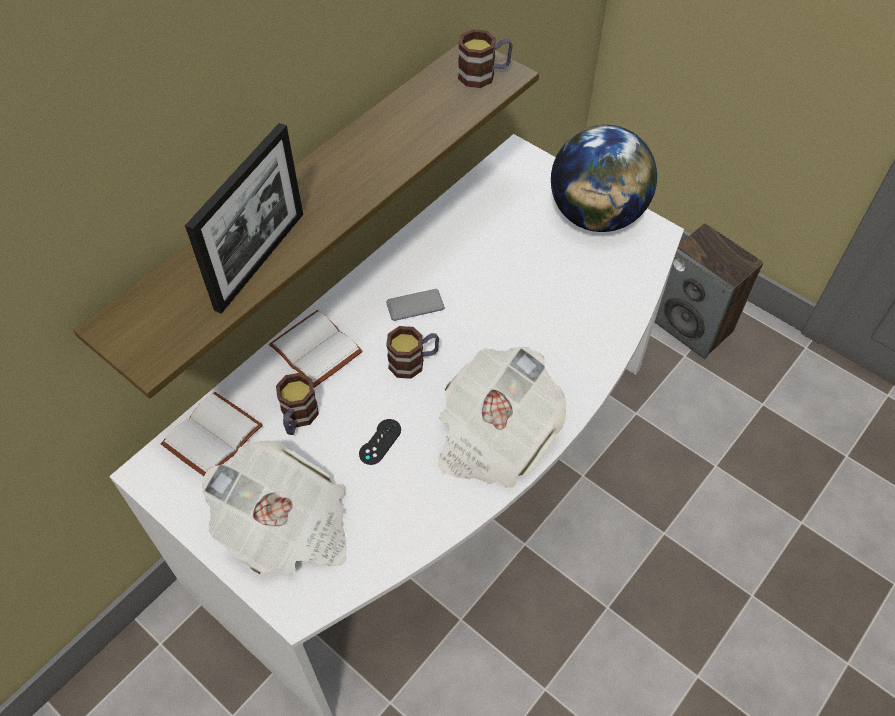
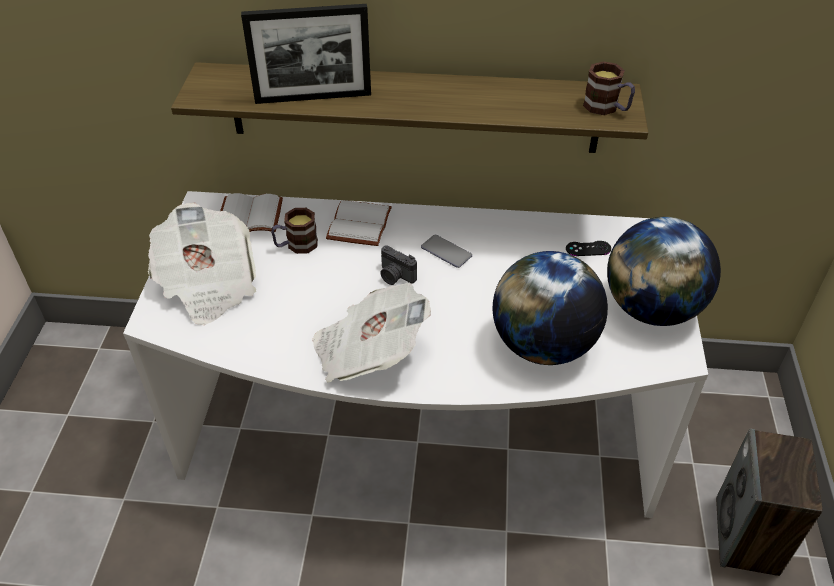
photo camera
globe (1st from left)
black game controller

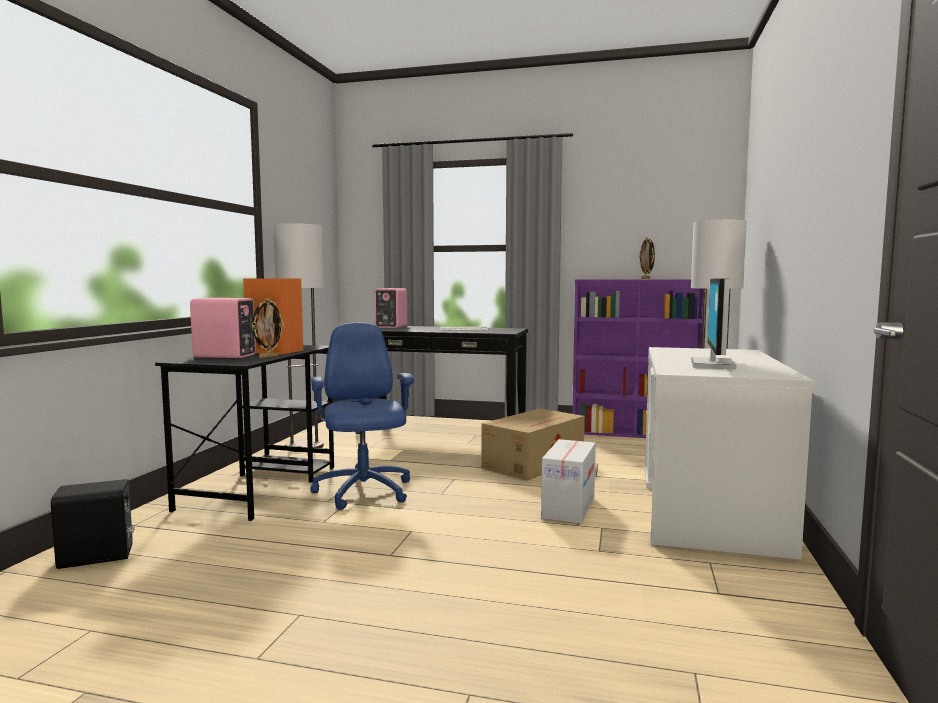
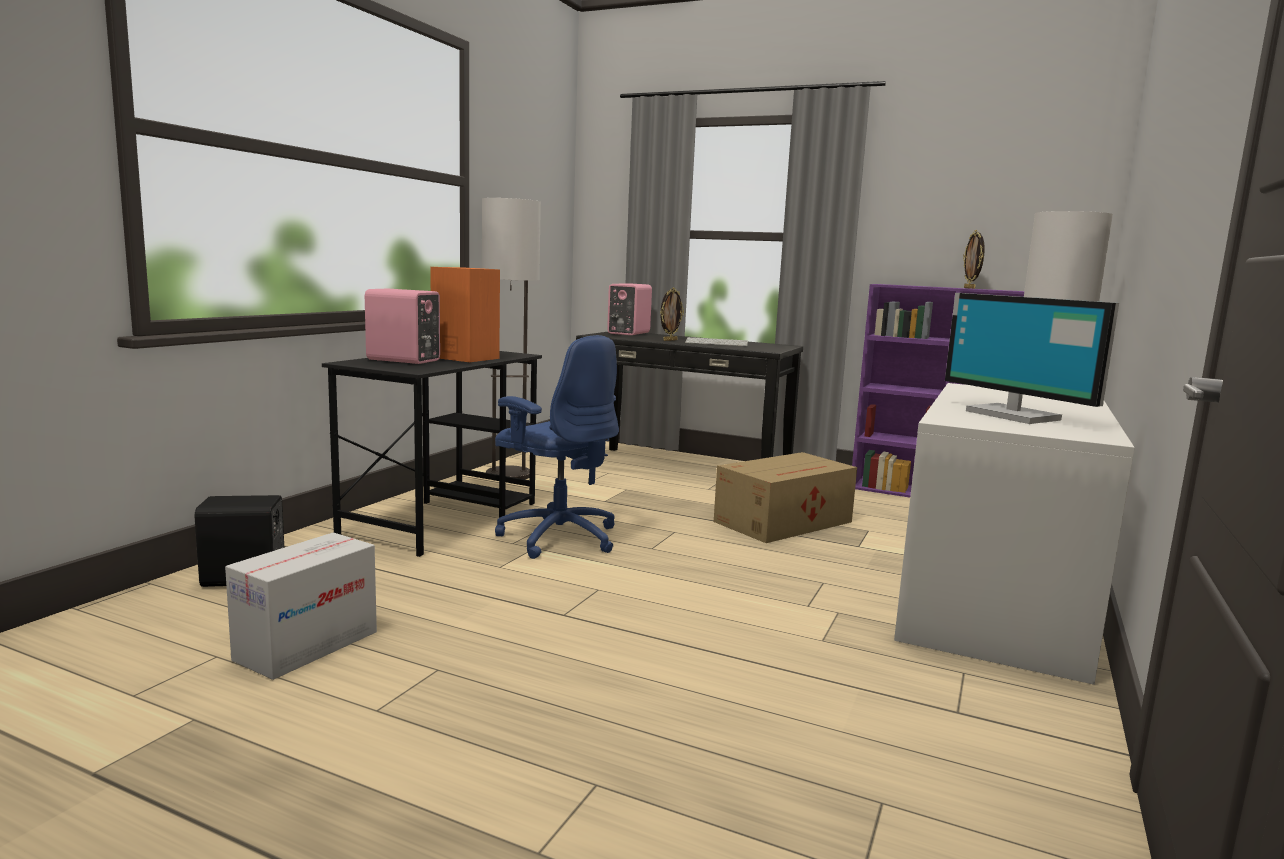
cardboard box (1st from left)
blue office chair
picture frame (1st from left)
monitor

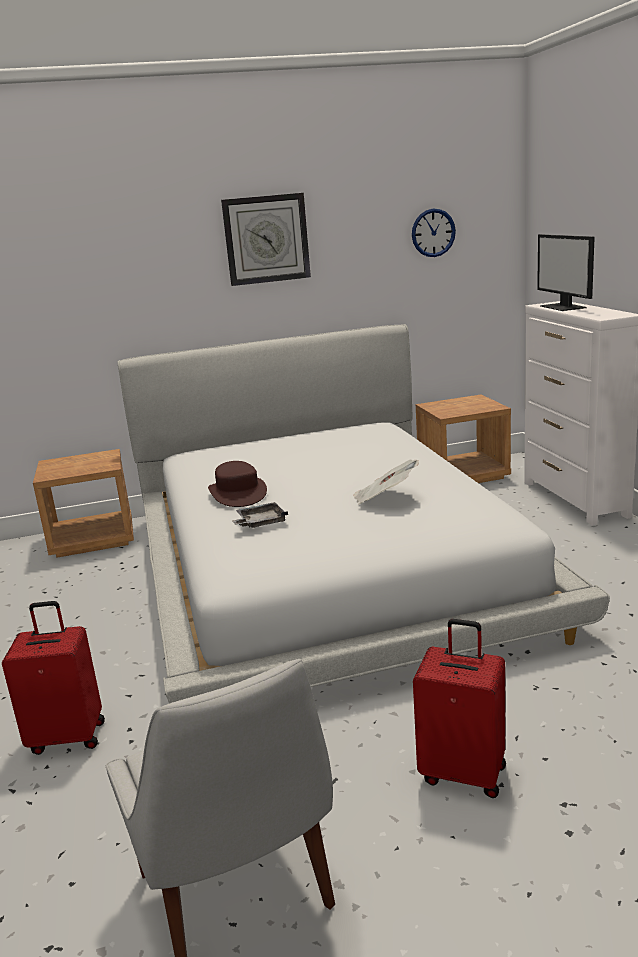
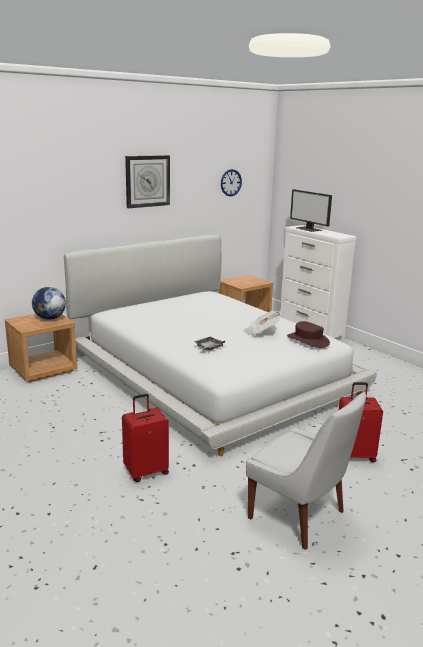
globe
brown hat

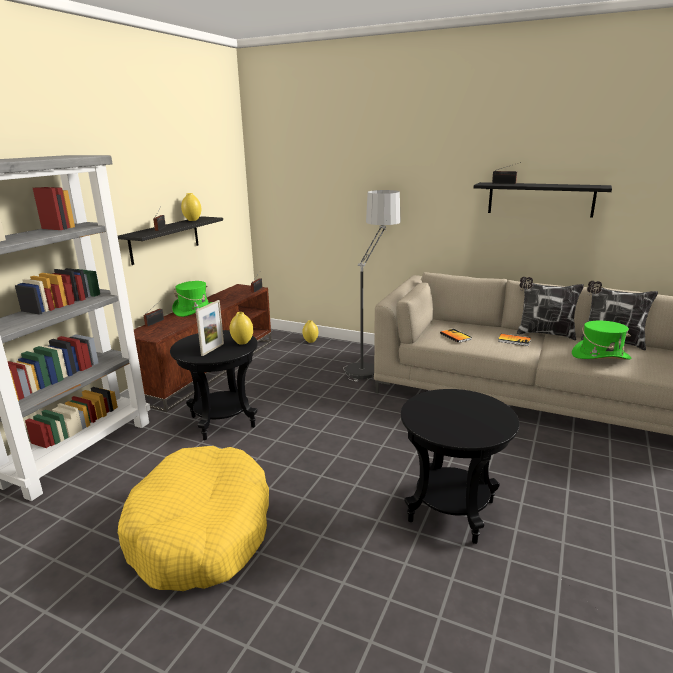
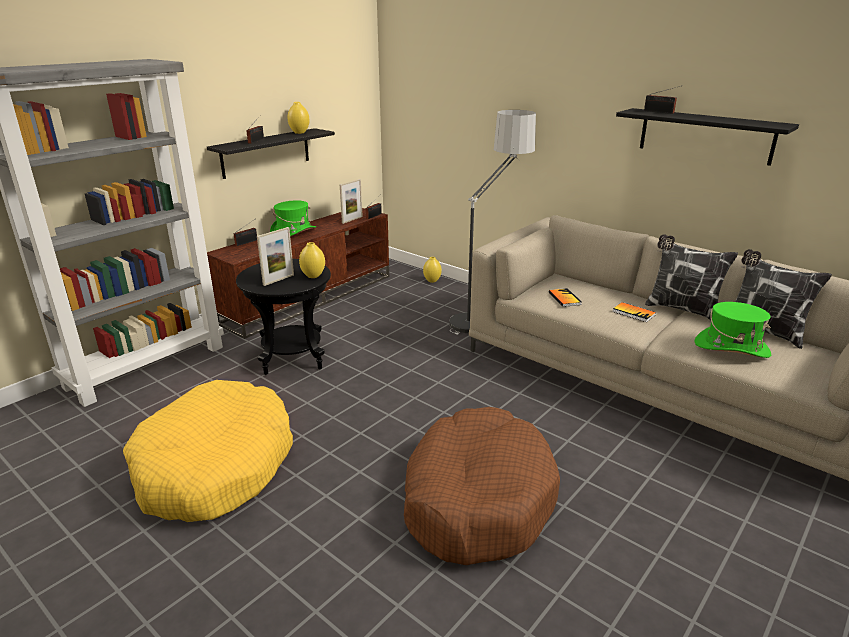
picture frame (2nd from left)
brown dog bed

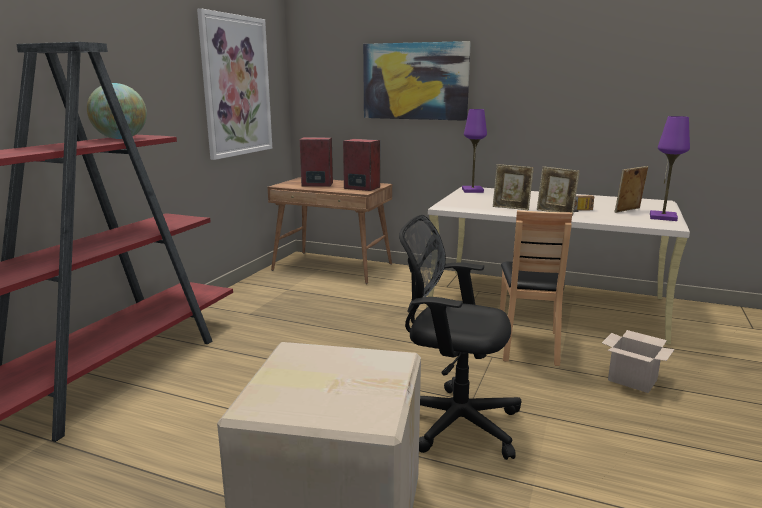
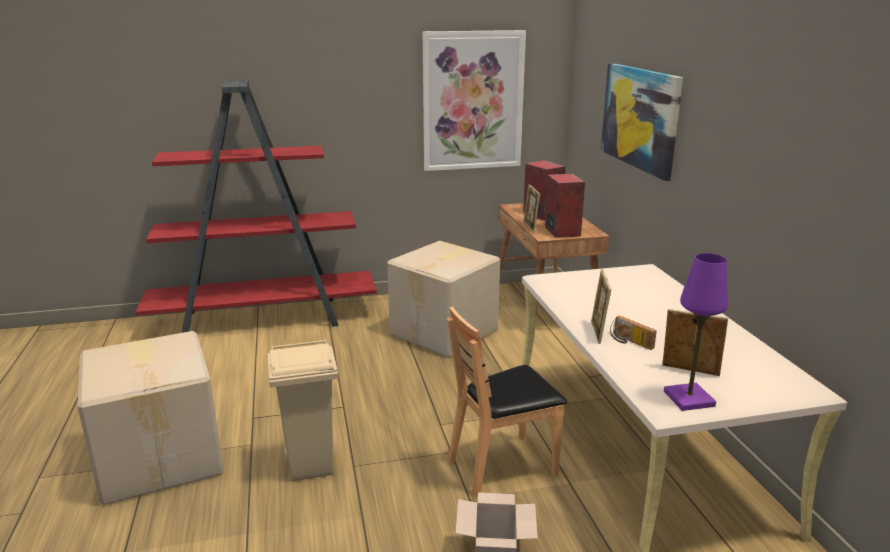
beige trash can
cardboard box (2nd from left)
picture frame (1st from left)
globe
purple table lamp (1st from left in the first image)

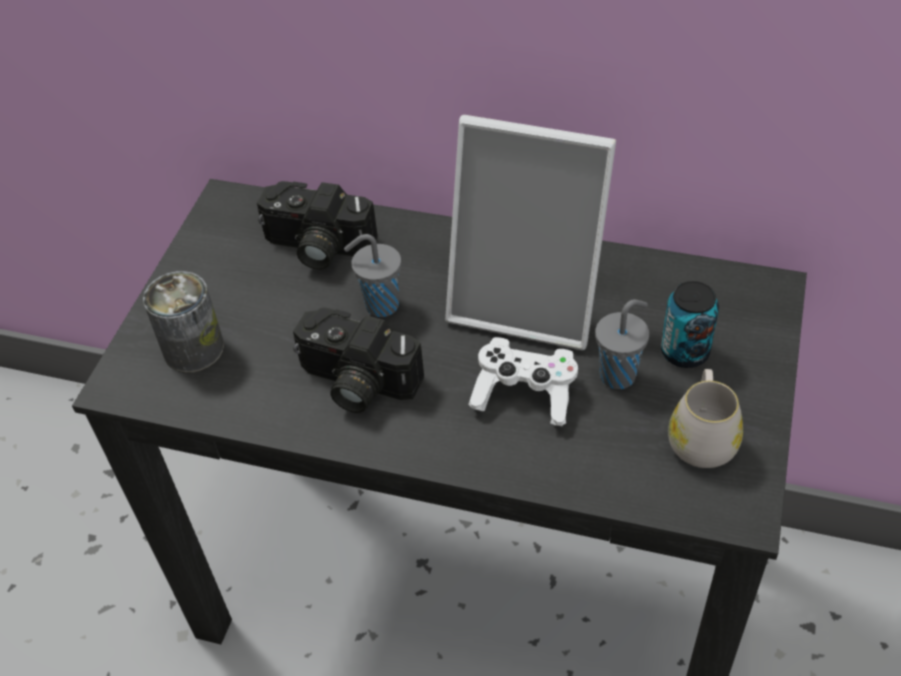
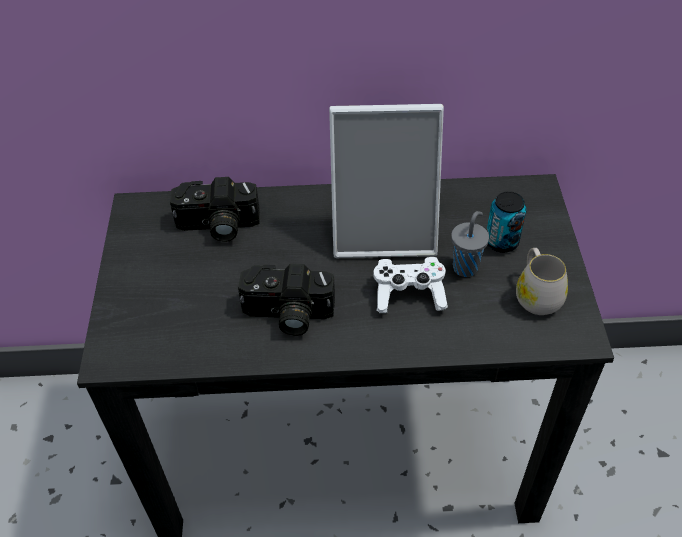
can (1st from left in the first image)
grey cup (1st from left in the first image)

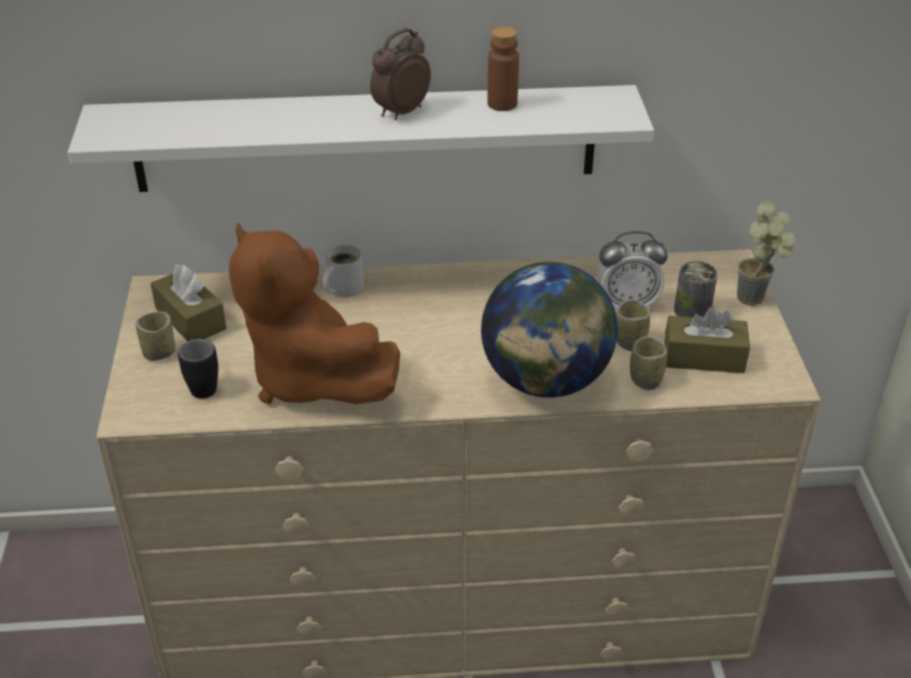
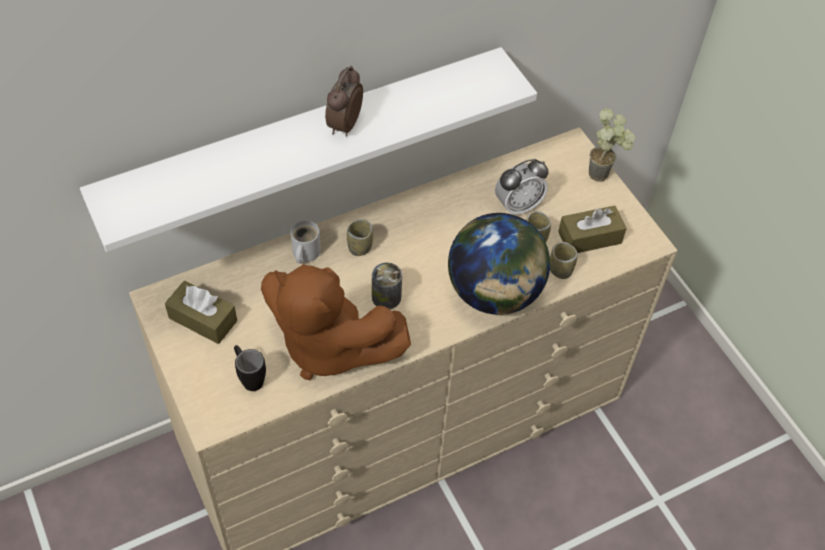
cup (1st from left)
can
brown bottle

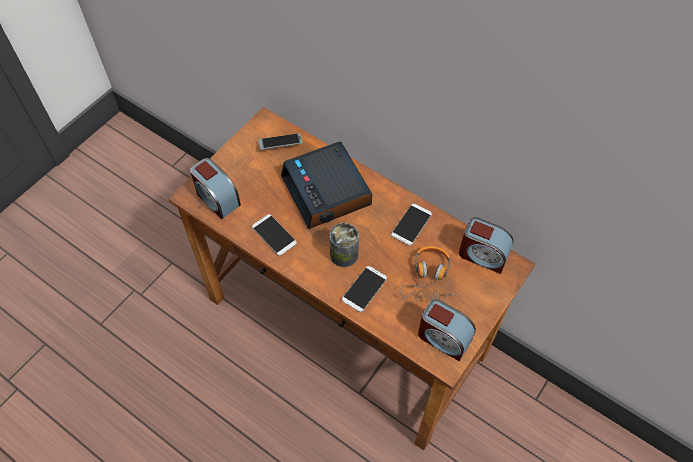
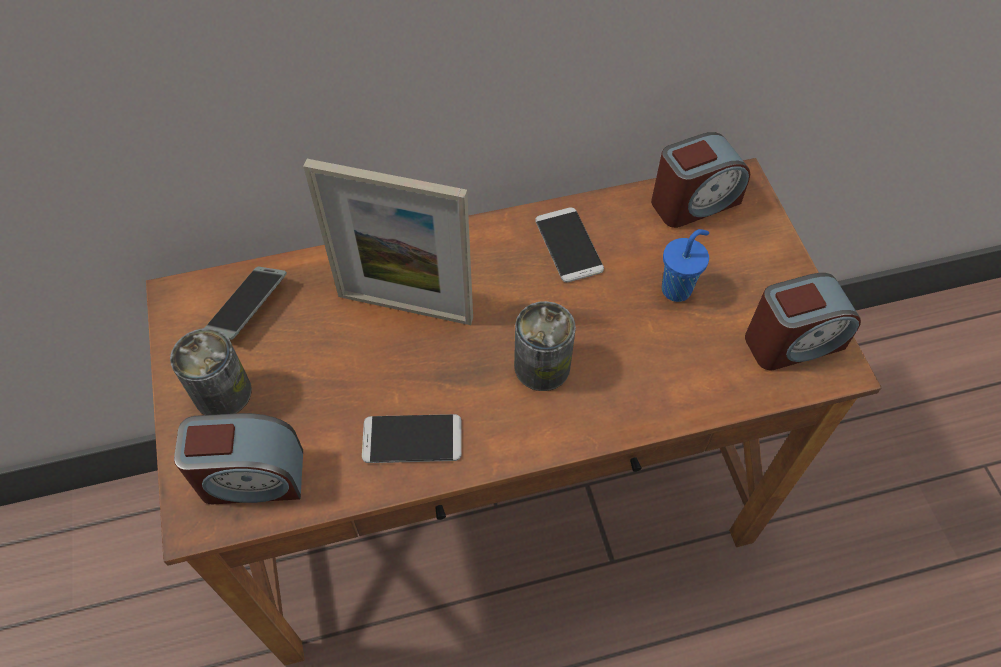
can (1st from left)
picture frame
blue cup
phone (3rd from left in the first image)

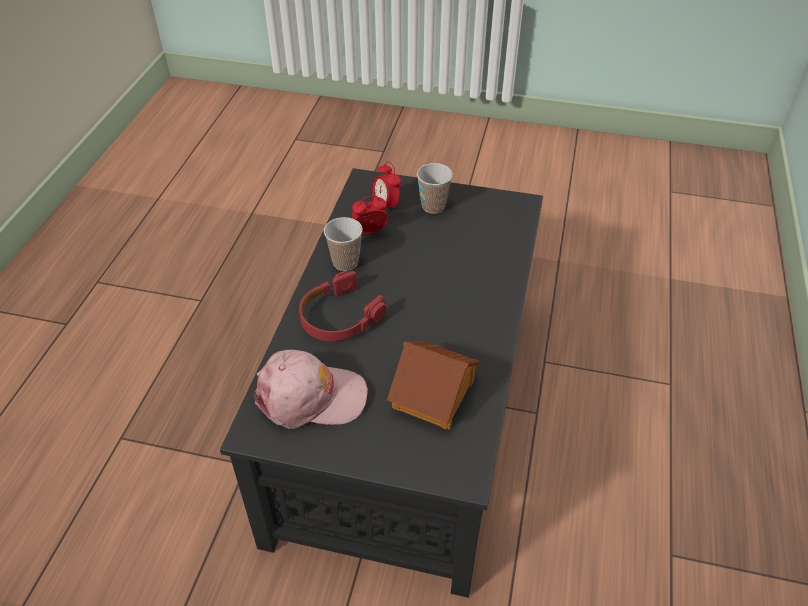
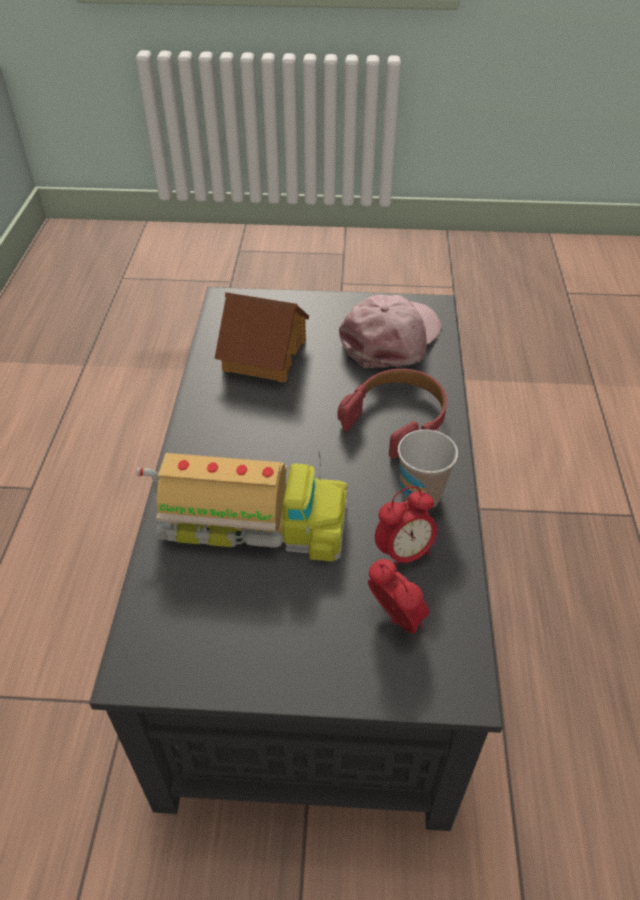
toy truck
pink cap
cup (2nd from left in the first image)

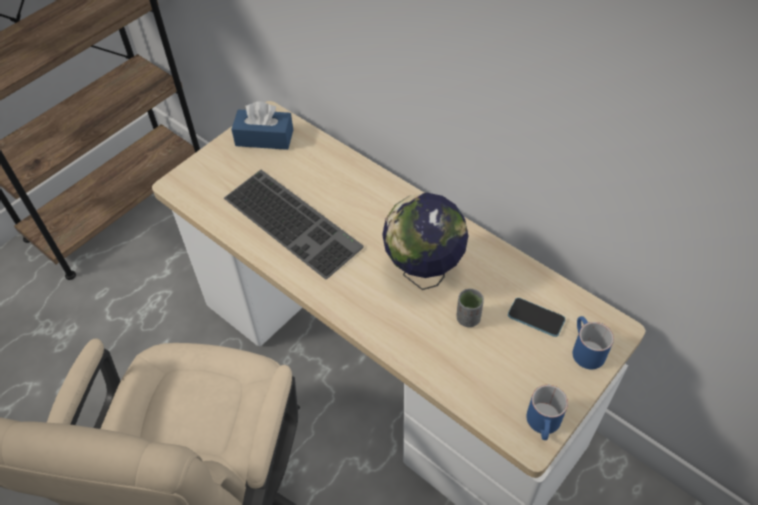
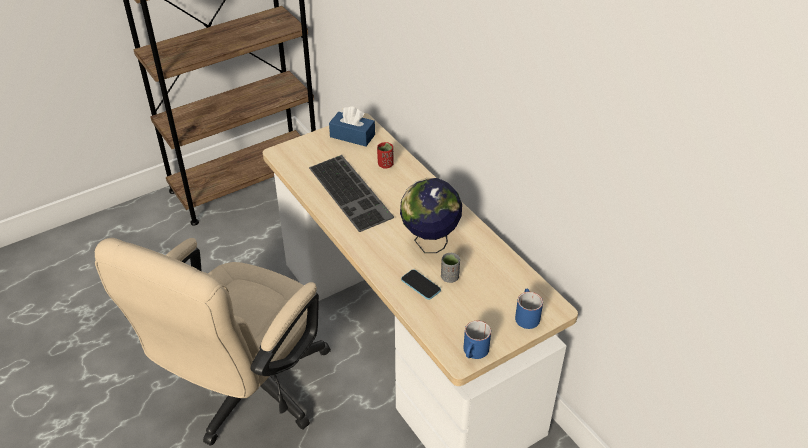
red cup
phone

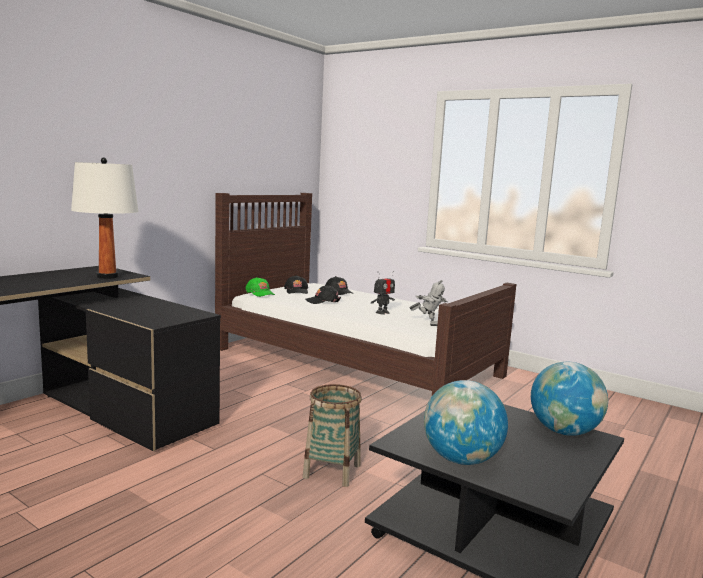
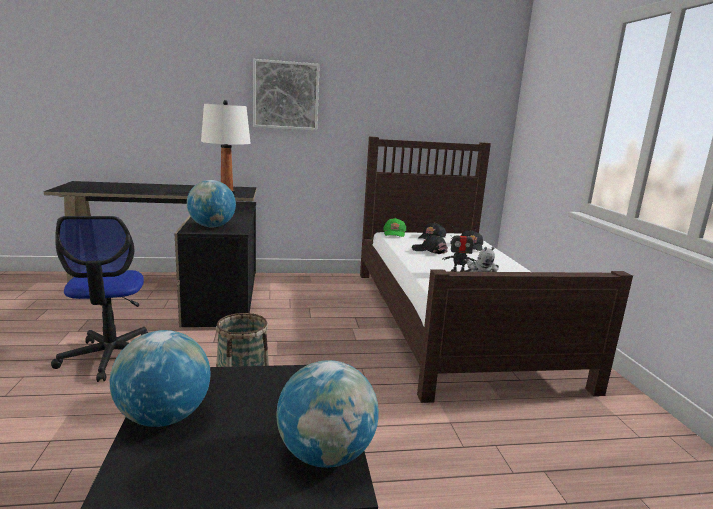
office chair
globe (2nd from left)
picture

